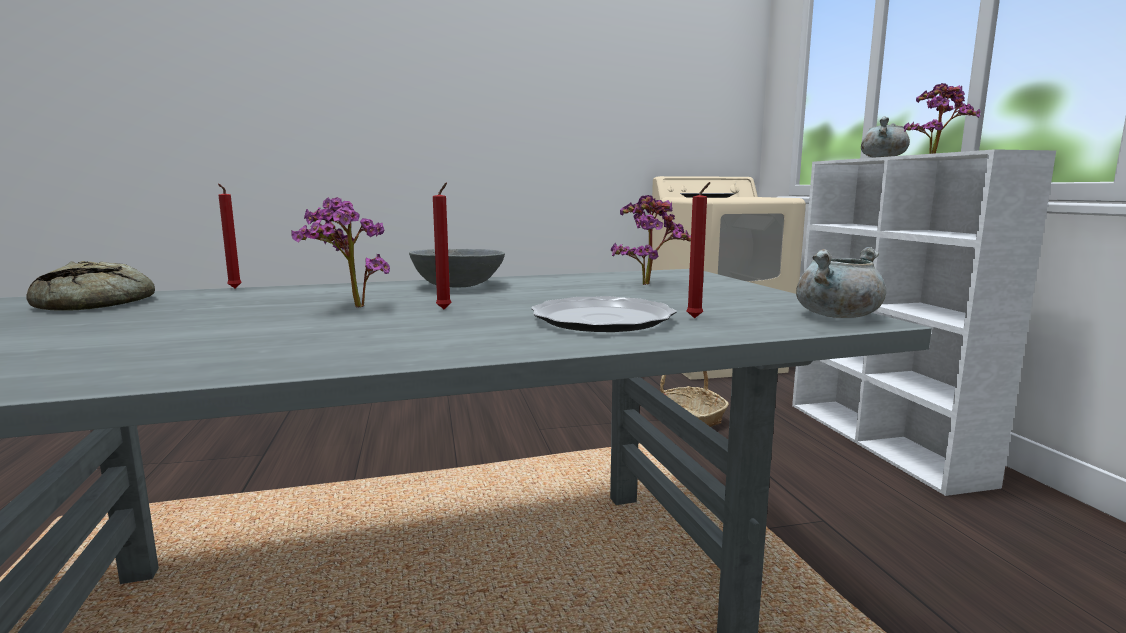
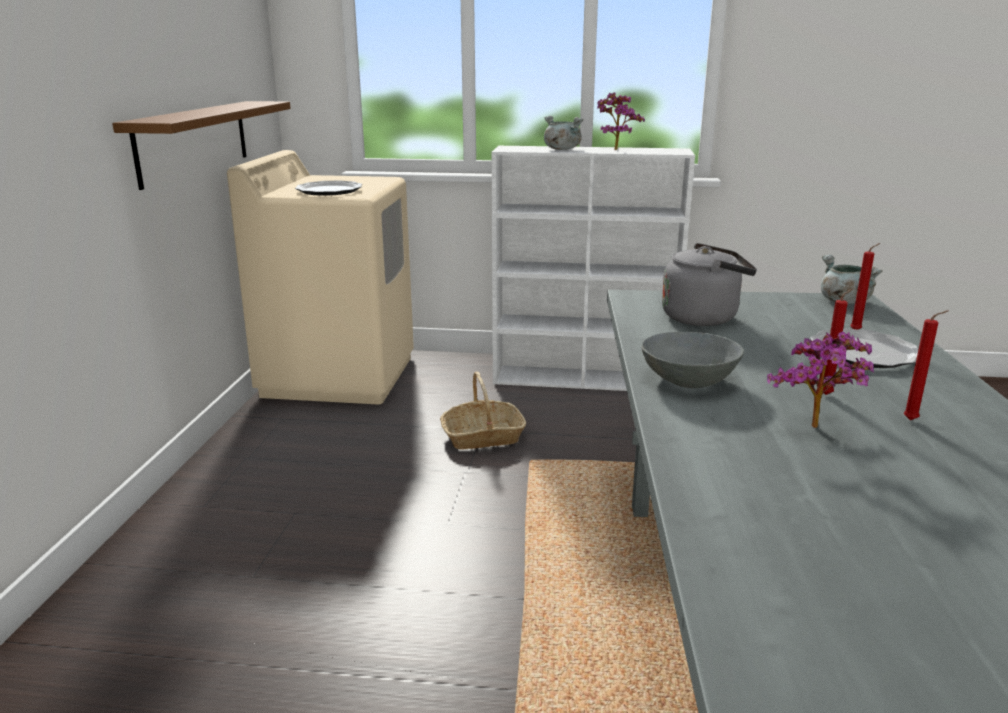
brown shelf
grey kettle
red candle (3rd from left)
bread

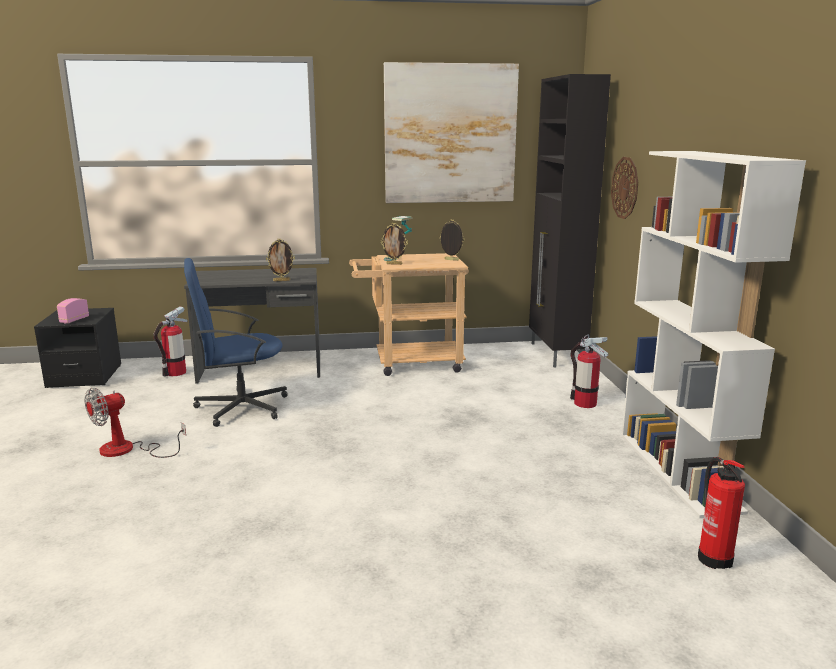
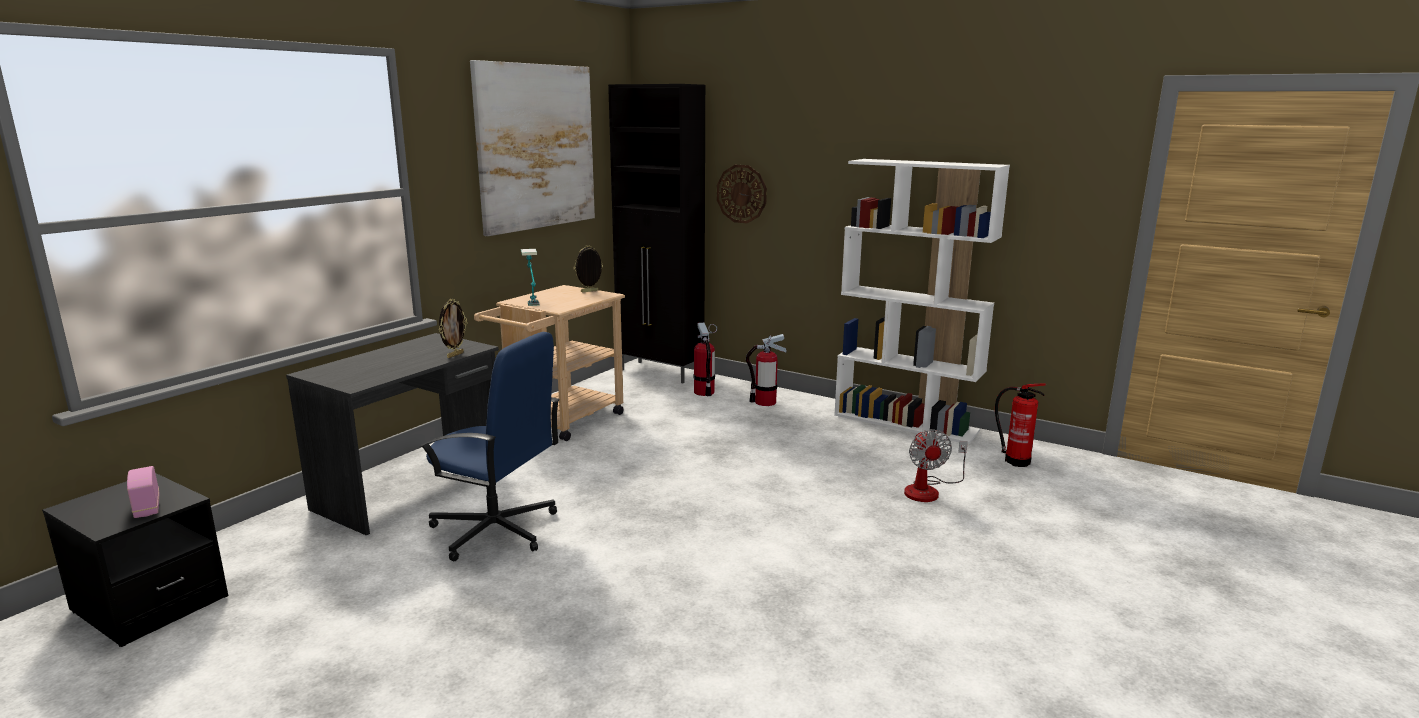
blue office chair
fire extinguisher (1st from left)
fan
picture frame (2nd from left in the first image)

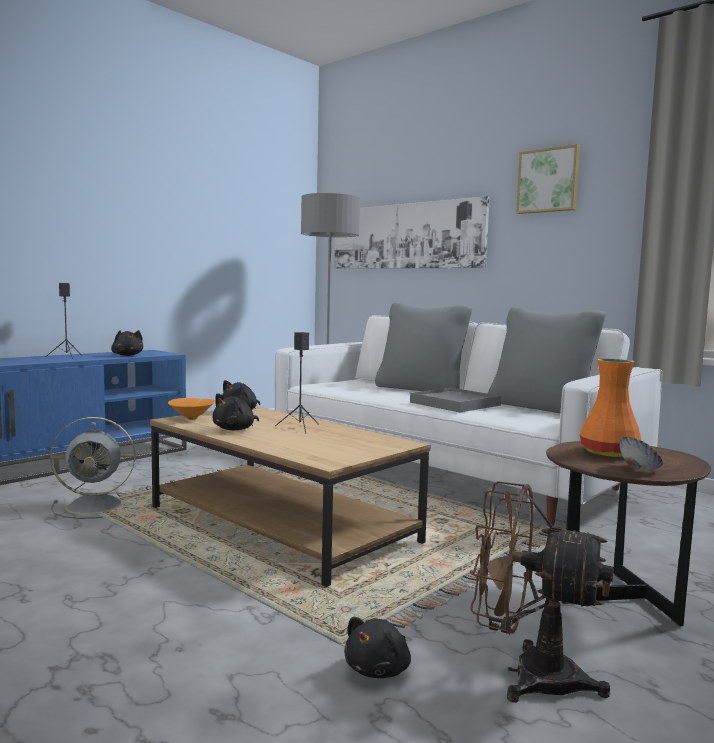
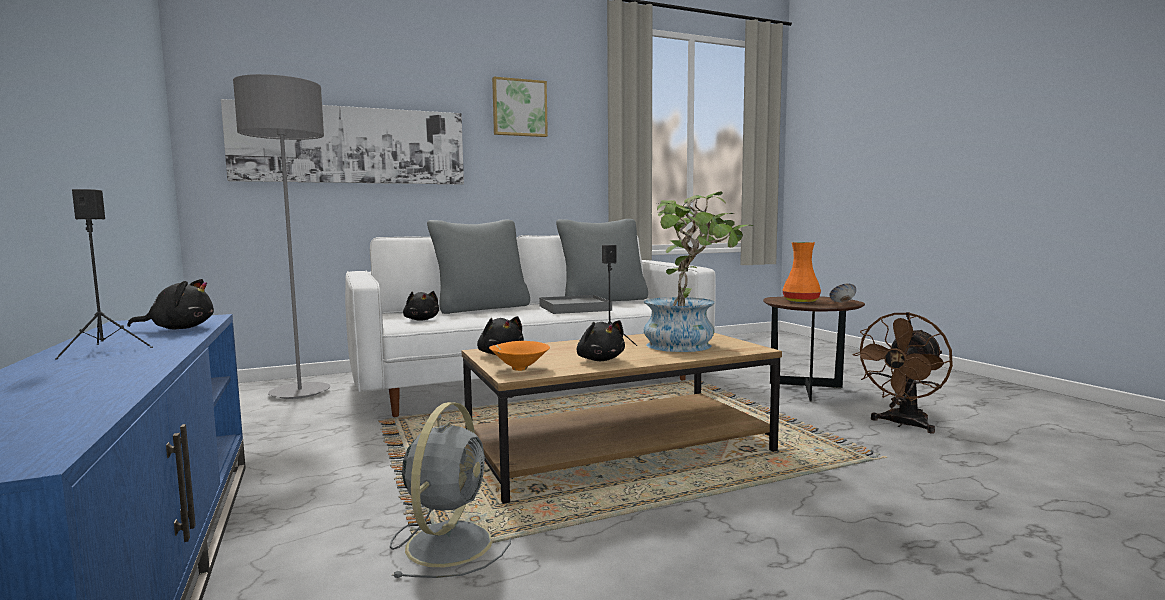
black plush toy (2nd from left)
potted plant

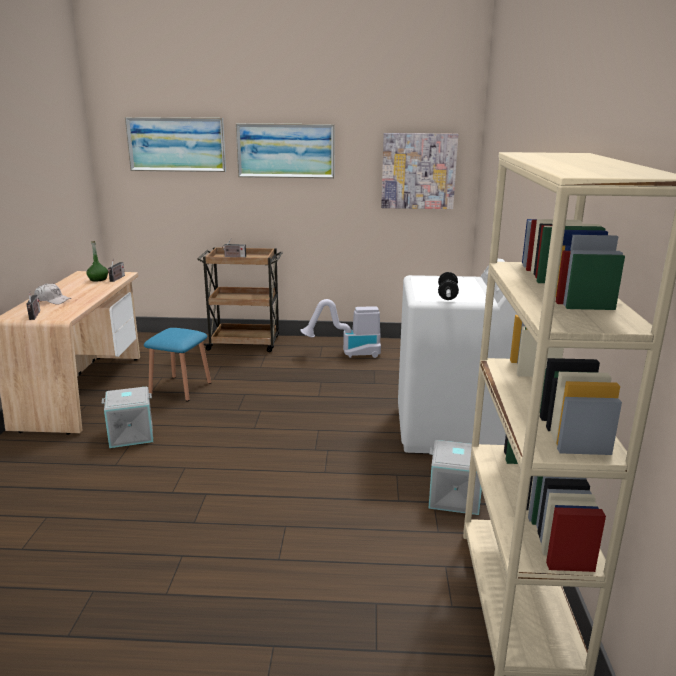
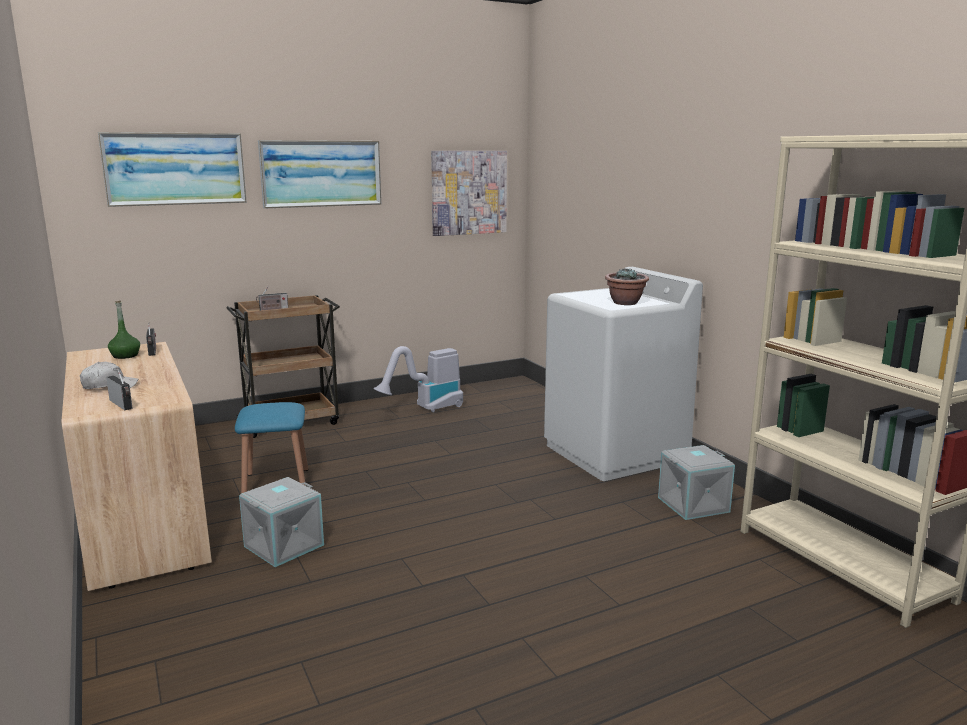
potted plant

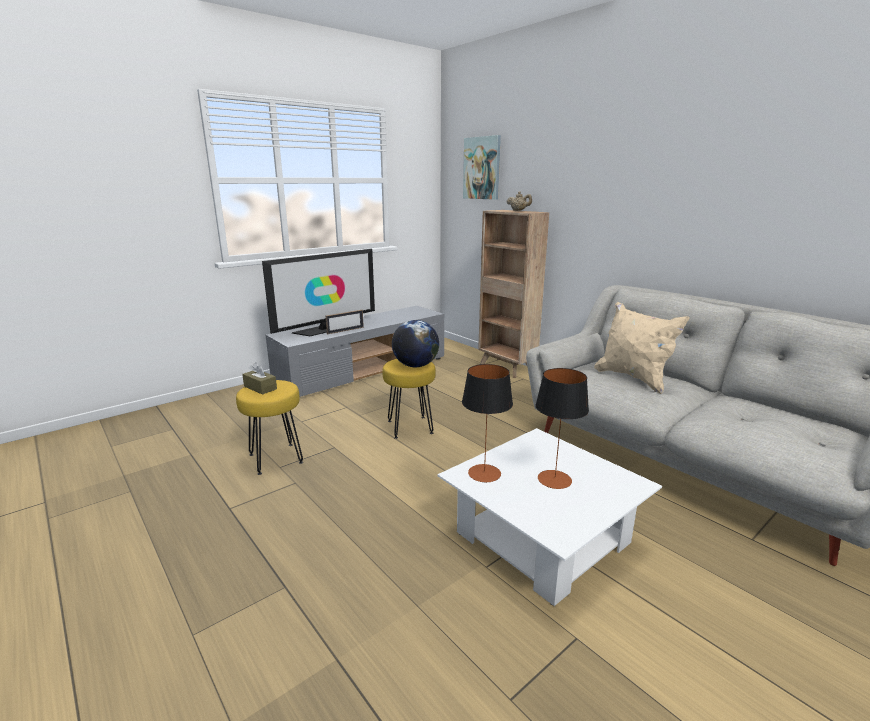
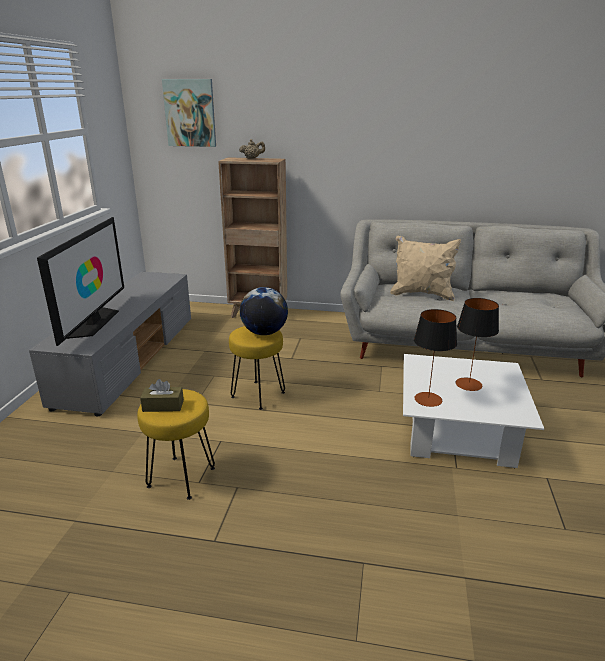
picture frame

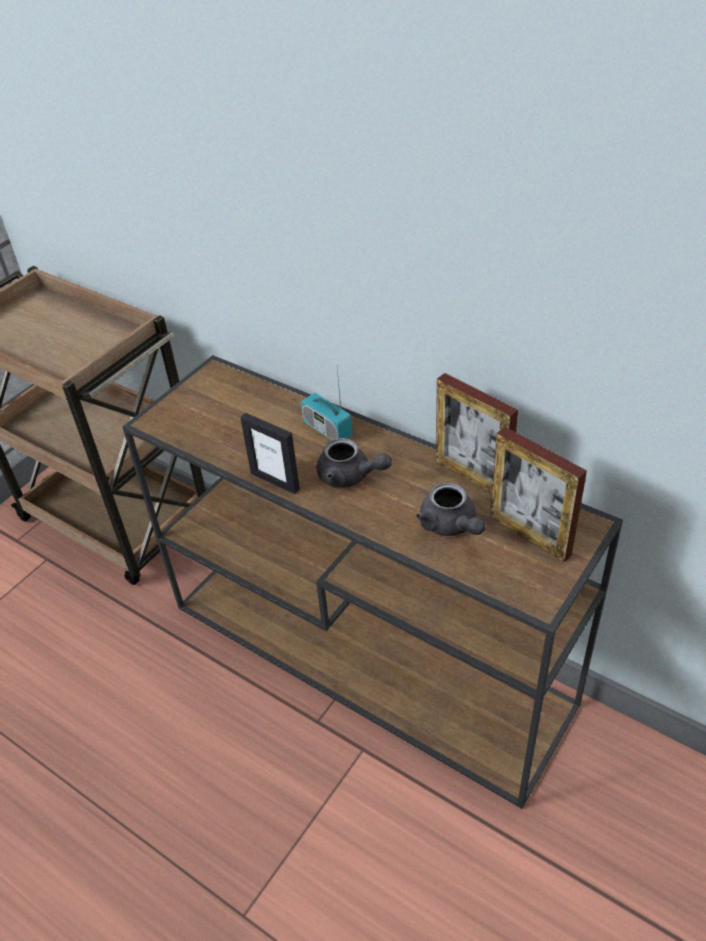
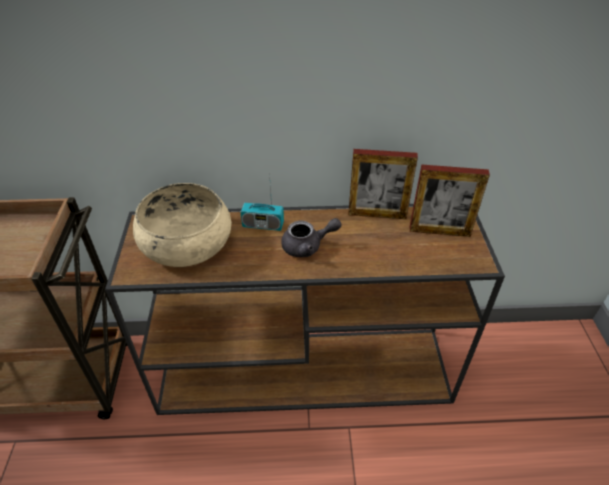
beige bowl
picture frame (1st from left in the first image)
grey teapot (2nd from left in the first image)

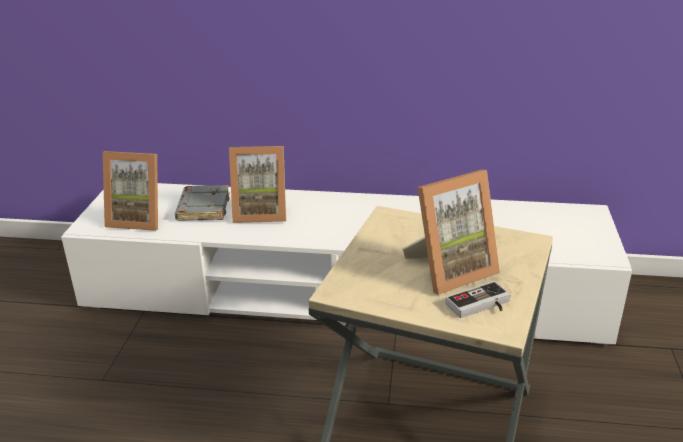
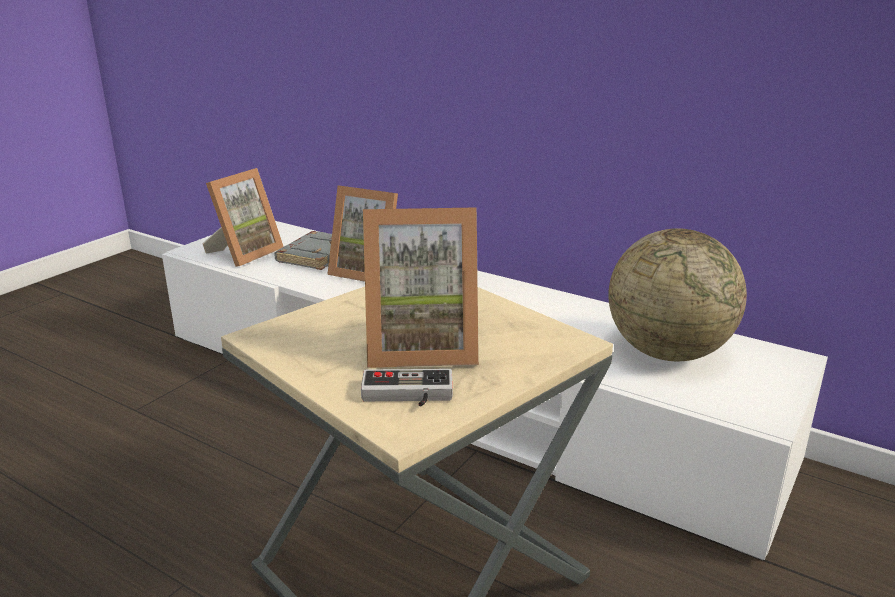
picture frame (1st from left)
globe

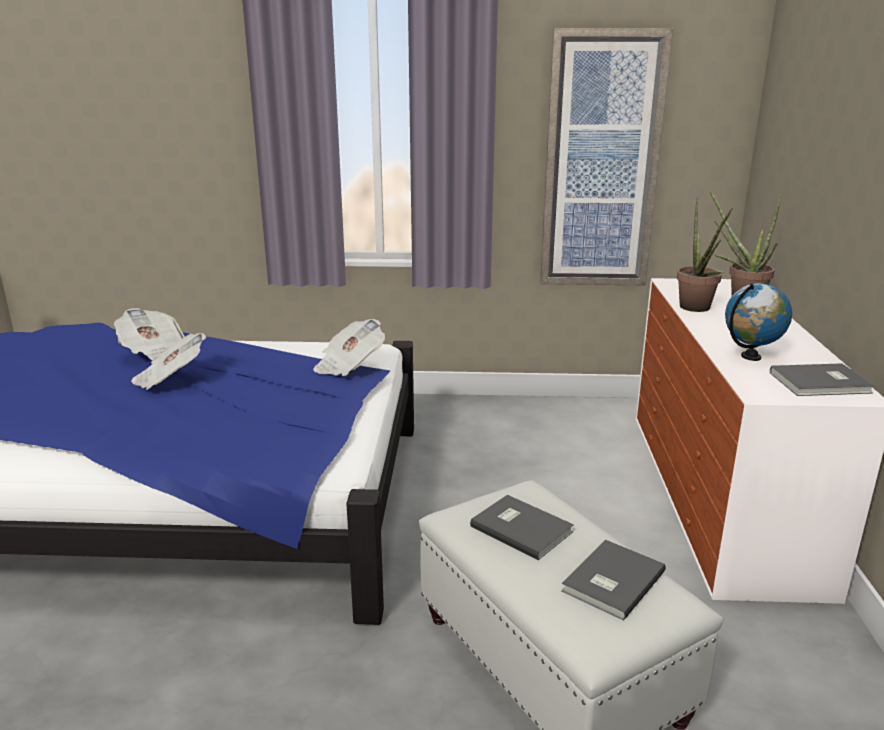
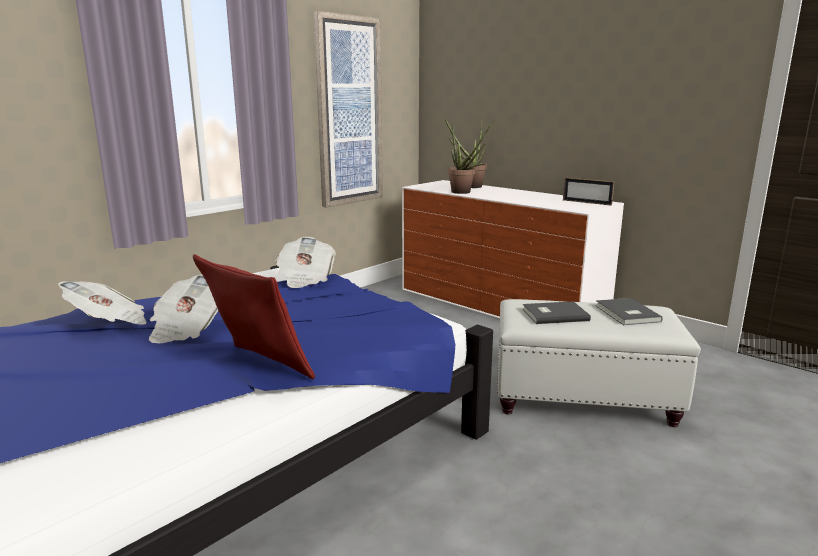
red pillow
picture frame
globe

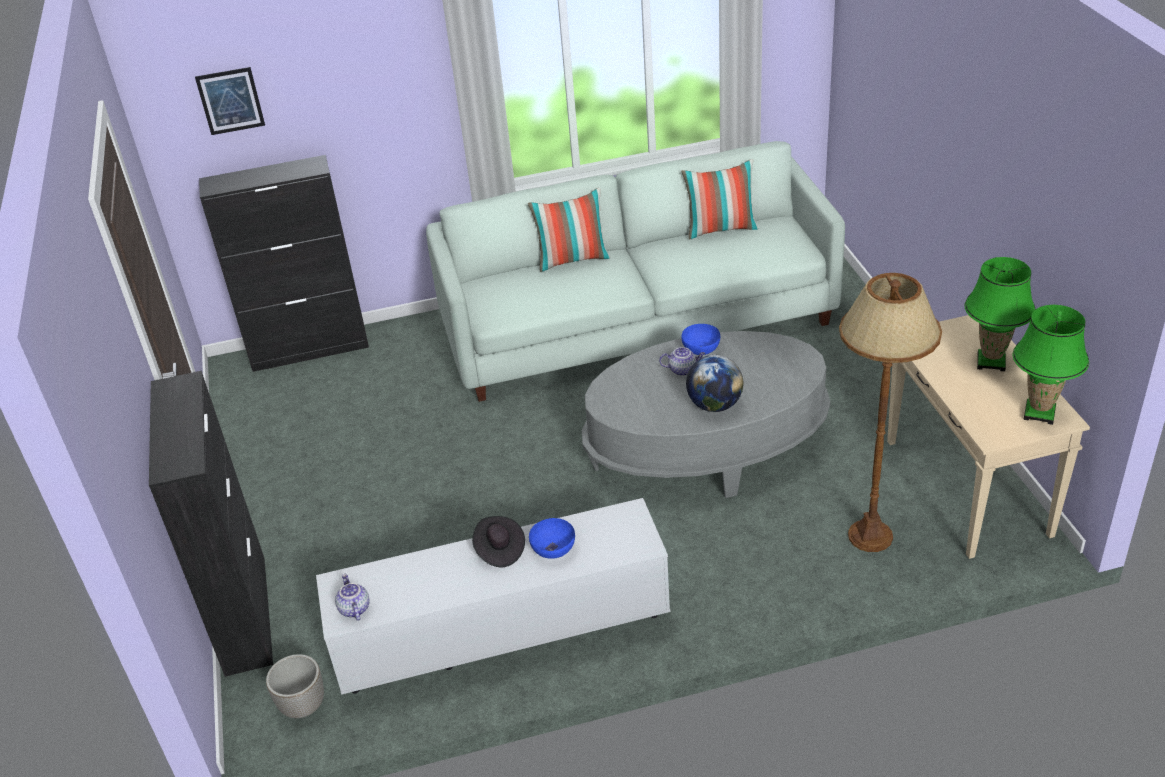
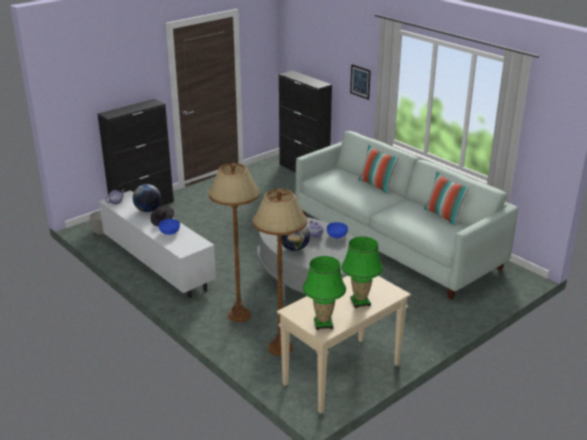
globe (1st from left)
brown floor lamp (1st from left)
picture

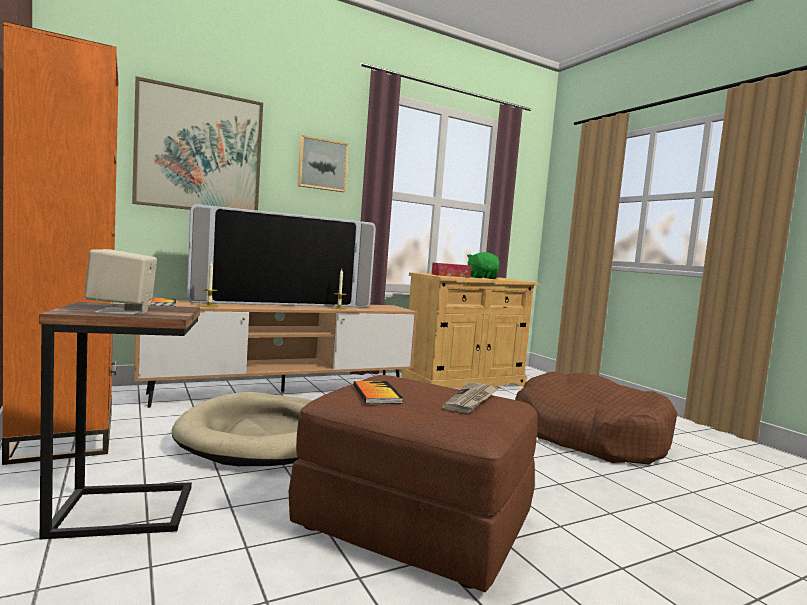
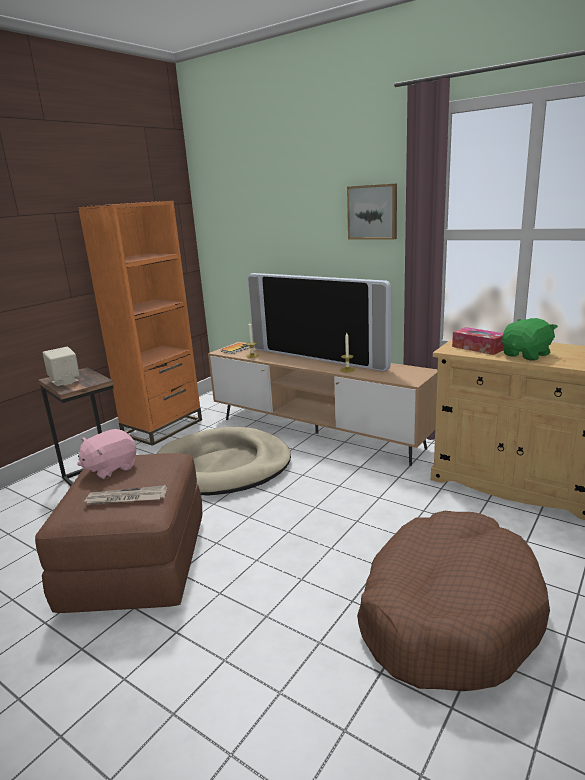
pink plush toy
picture (1st from left in the first image)

